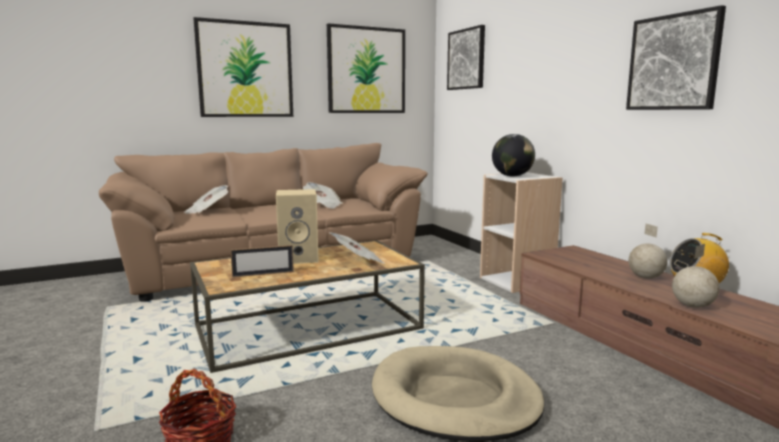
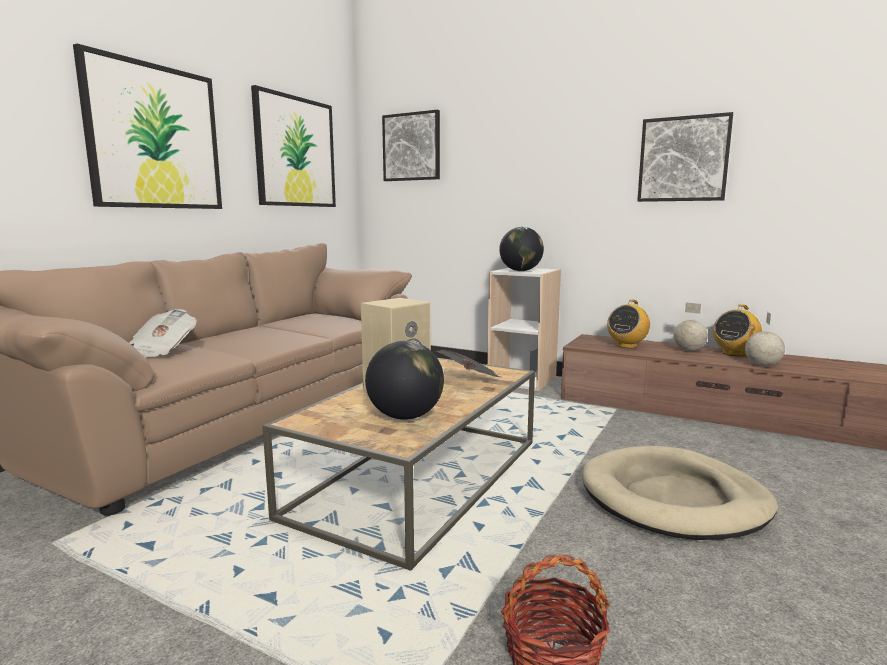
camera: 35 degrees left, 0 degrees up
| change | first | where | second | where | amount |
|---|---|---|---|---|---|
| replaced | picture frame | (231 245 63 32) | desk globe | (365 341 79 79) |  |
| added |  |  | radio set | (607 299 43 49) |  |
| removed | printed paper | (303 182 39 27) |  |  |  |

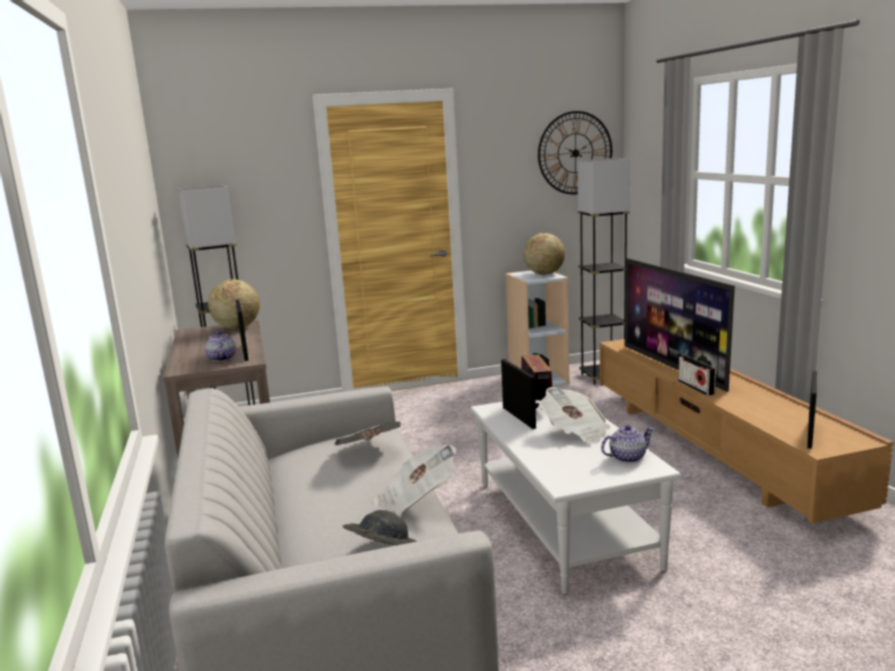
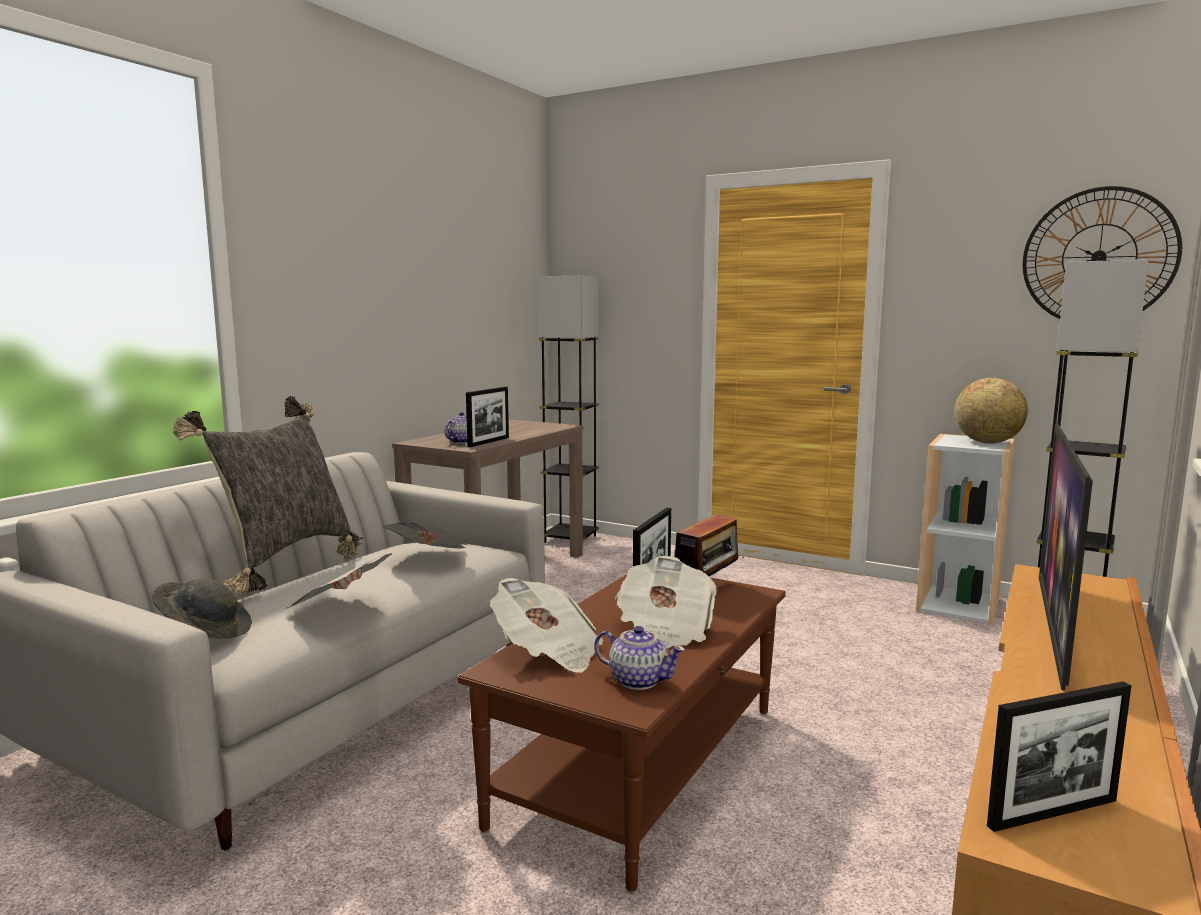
camera: 45 degrees right, 5 degrees down
| change | first | where | second | where | amount |
|---|---|---|---|---|---|
| added |  |  | cushion | (173 396 190 200) |  |
| recoloured | low table (white) | (471 400 210 195) | low table (brown-coloured) | (458 574 328 319) |  |
| added |  |  | printed paper | (490 578 114 95) |  |
| removed | desk globe | (208 279 52 50) |  |  |  |
| removed | radio set | (678 356 38 39) |  |  |  |

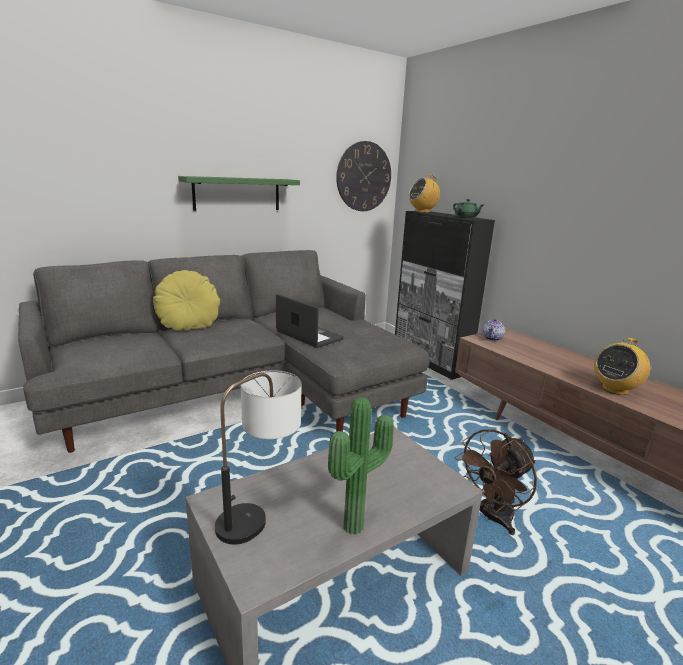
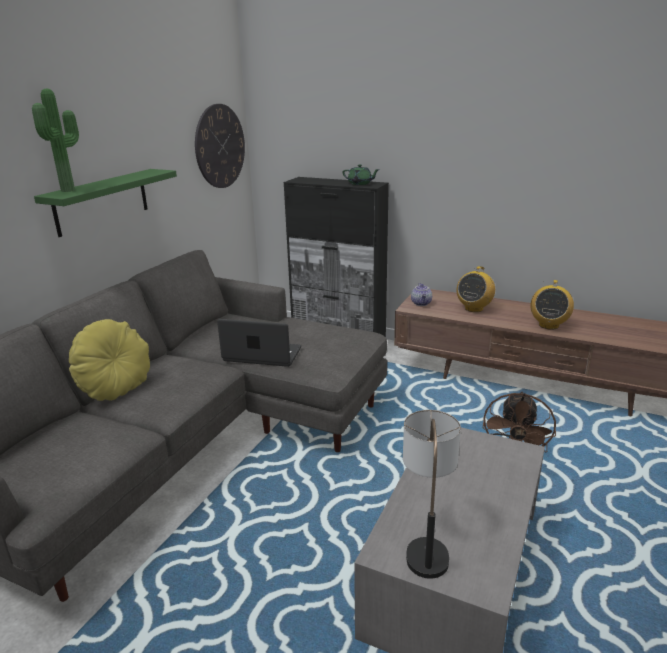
camera: 30 degrees left, 5 degrees up
| change | first | where | second | where | amount |
|---|---|---|---|---|---|
| moved | plant in a pot | (328 397 66 138) |  | (32 88 47 104) |  |
| moved | radio set | (408 175 32 38) |  | (457 266 38 46) |  |

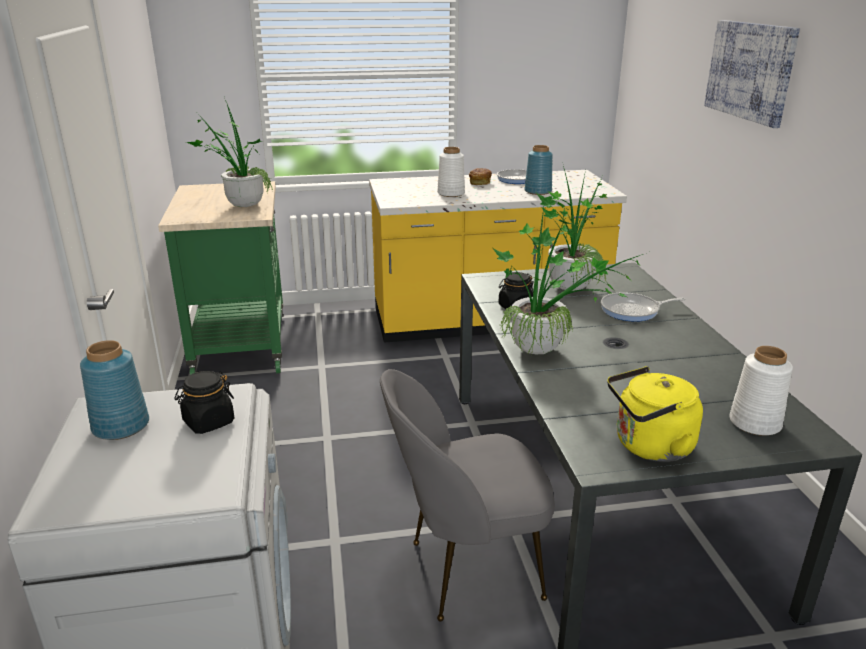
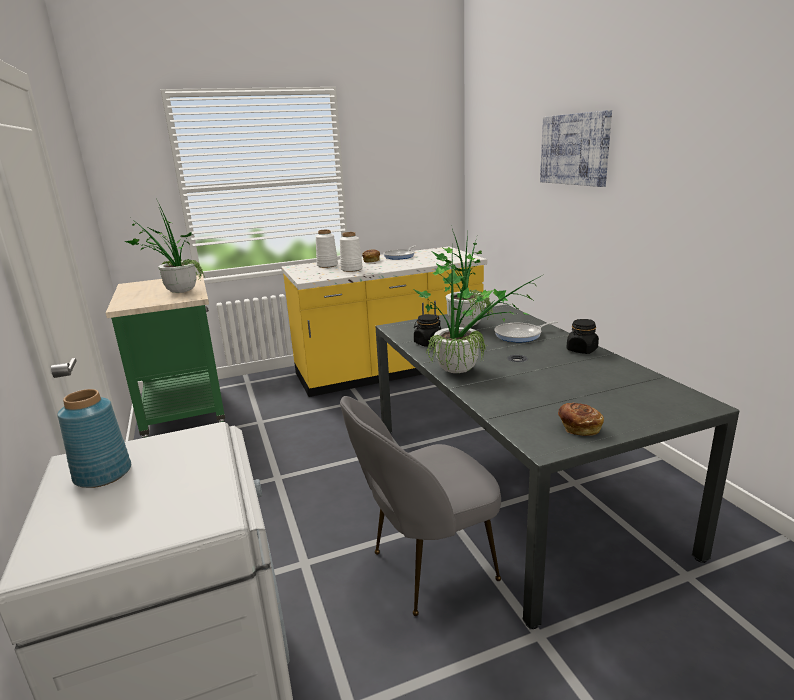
camera: 10 degrees left, 5 degrees down
| change | first | where | second | where | amount |
|---|---|---|---|---|---|
| moved | flower vase (white) | (729 346 64 90) |  | (316 229 22 39) |  |
| replaced | water kettle (yellow) | (607 366 96 96) | bakery bread | (558 403 46 33) |  |
| moved | preserve jar (black-coloured) | (174 371 60 63) |  | (566 319 33 35) |  |
| removed | flower vase (blue) | (524 145 29 50) |  |  |  |

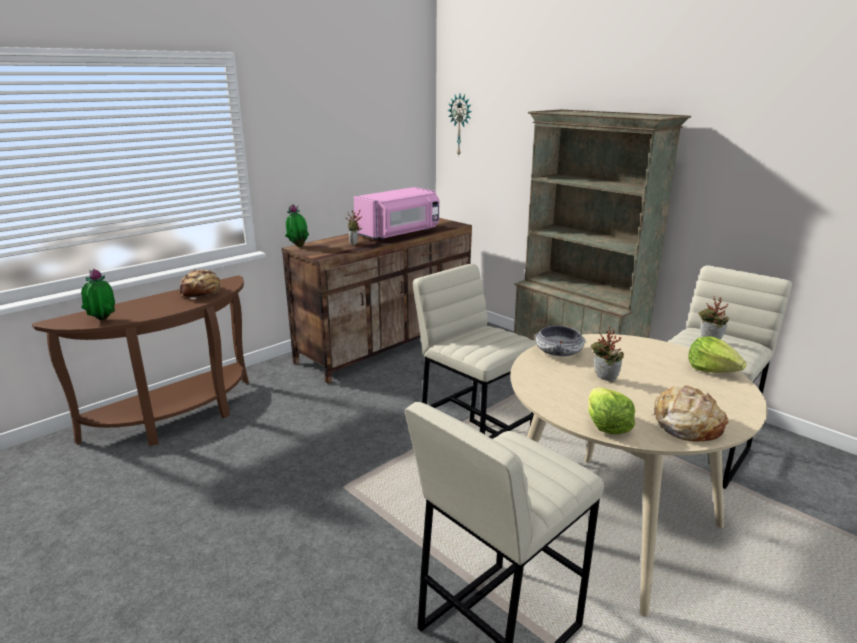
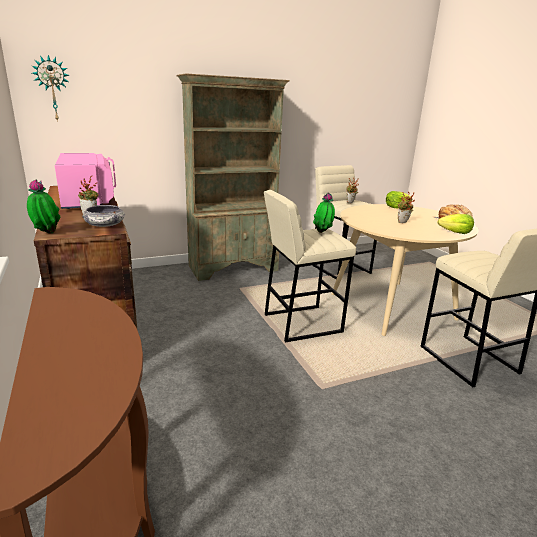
camera: 70 degrees left, 0 degrees up
| change | first | where | second | where | amount |
|---|---|---|---|---|---|
| moved | serving bowl | (534 326 52 31) |  | (82 205 43 22) |  |
| moved | plant in a pot | (81 269 34 51) |  | (313 193 22 40) |  |
| removed | bakery bread | (180 269 41 30) |  |  |  |

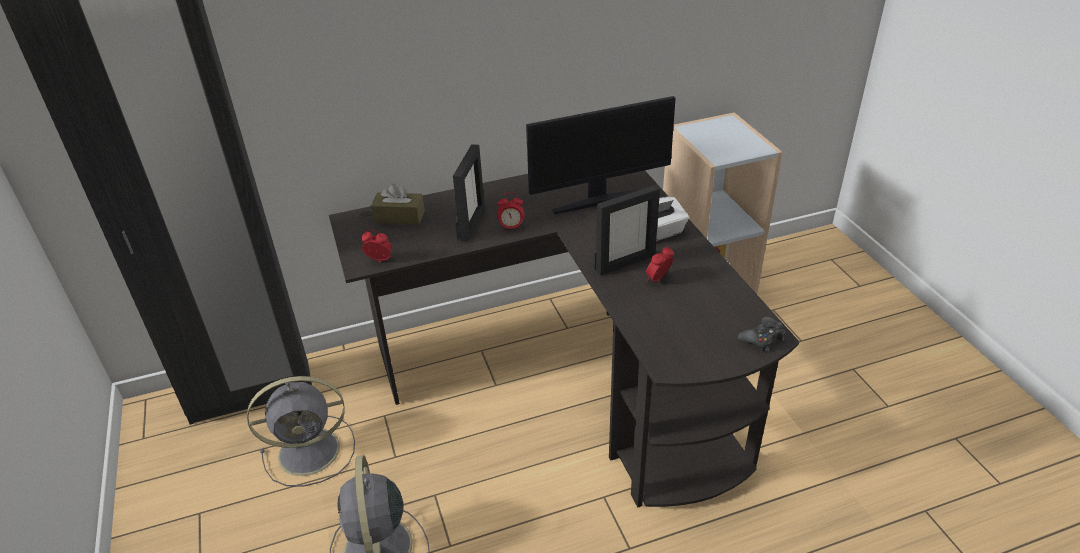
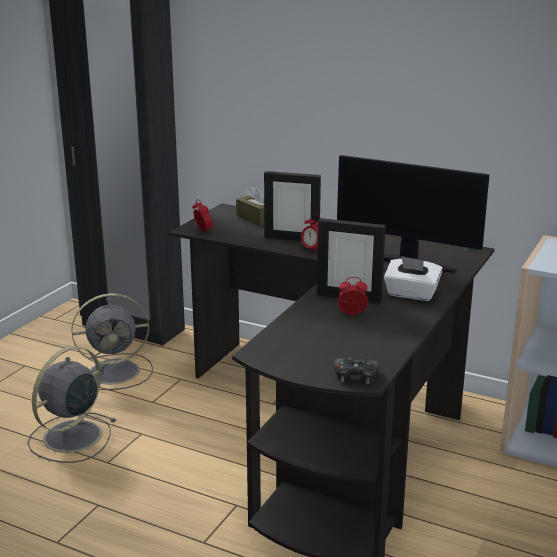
camera: 45 degrees right, 15 degrees down
| change | first | where | second | where | amount |
|---|---|---|---|---|---|
| turned | cooling fan (grey) | (247 376 108 111) |  | (71 293 82 97) | 45 degrees counterclockwise |
| turned | picture frame | (453 144 32 98) |  | (264 171 57 70) | 45 degrees clockwise |

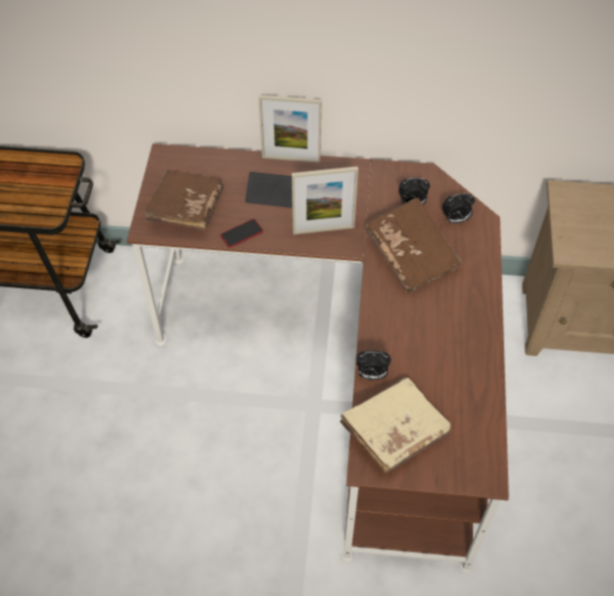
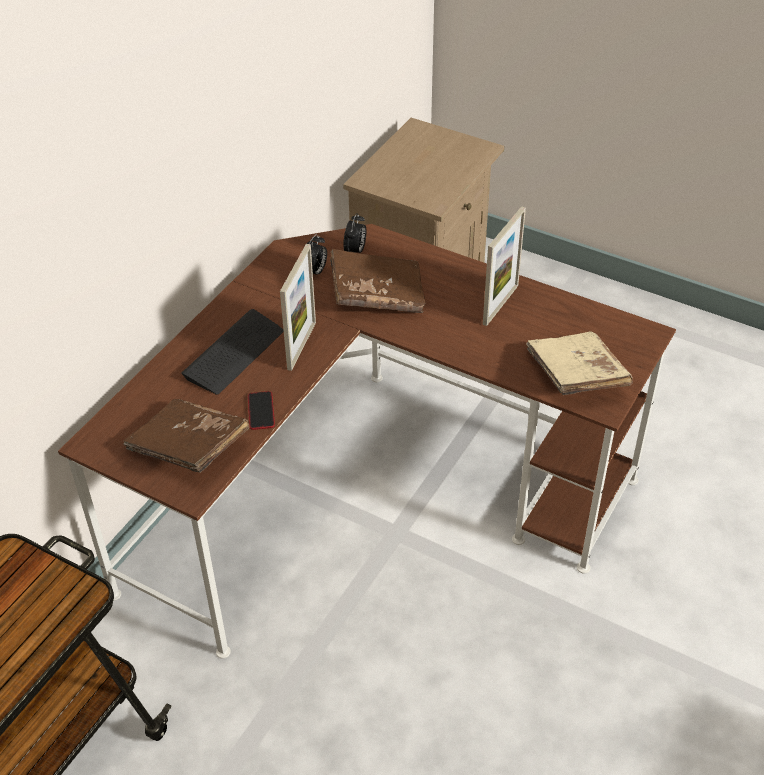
camera: 65 degrees left, 10 degrees down
| change | first | where | second | where | amount |
|---|---|---|---|---|---|
| moved | picture frame | (259 95 62 68) |  | (483 206 43 120) |  |
| removed | table clock | (356 351 35 29) |  |  |  |

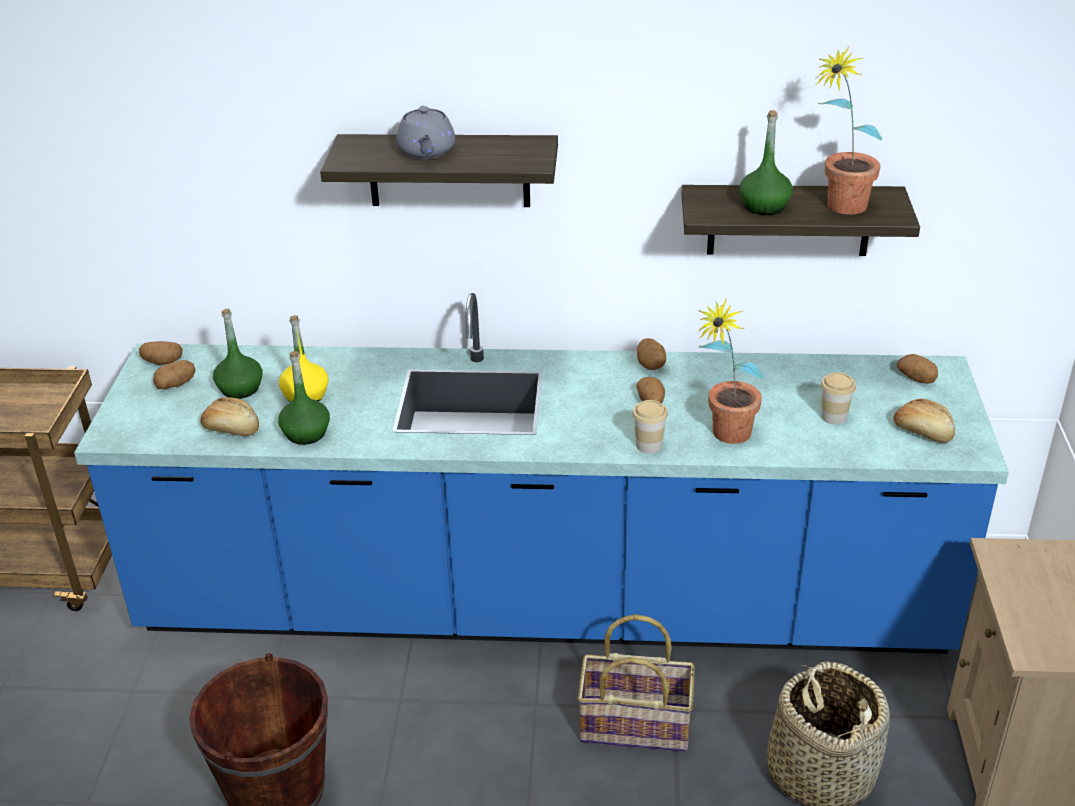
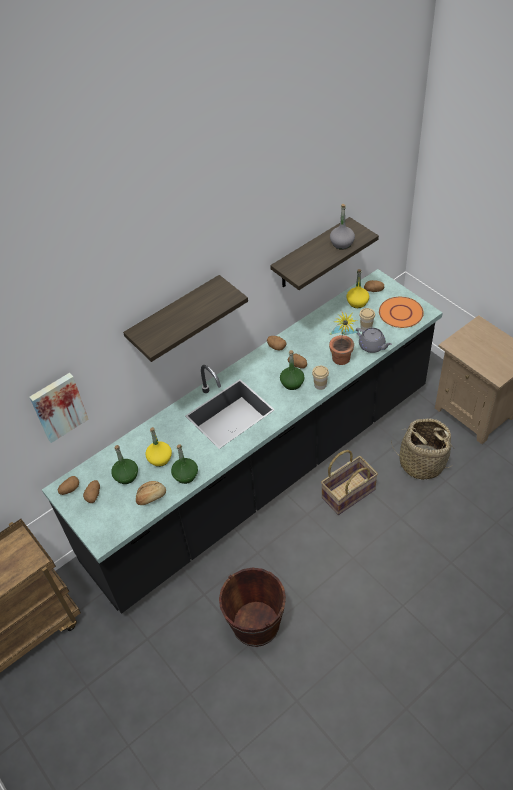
camera: 40 degrees left, 15 degrees up
| change | first | where | second | where | amount |
|---|---|---|---|---|---|
| added |  |  | wall picture | (29 373 60 70) |  |
| recoloured | kitchen counter (blue) | (74 293 935 361) | kitchen counter (black-coloured) | (42 269 400 345) |  |
| moved | beverage bottle (green) | (739 110 54 105) |  | (280 350 25 40) |  |
| replaced | plant in a pot | (816 46 66 169) | beverage bottle (grey) | (330 204 25 46) |  |
| added |  |  | beverage bottle (yellow) | (347 269 22 39) |  |
| moved | pot for tea (grey) | (396 106 59 53) |  | (356 328 36 25) |  |
| replaced | bakery bread | (894 398 61 45) | plate (orangey) | (379 297 45 31) |  |

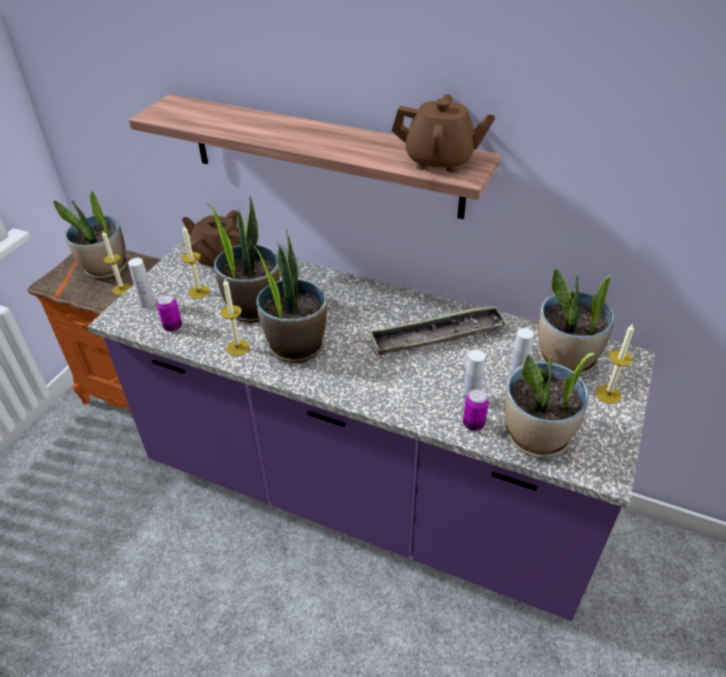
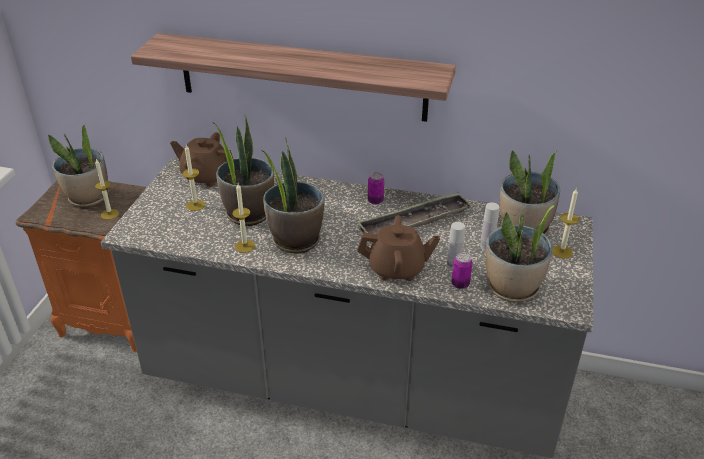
camera: 10 degrees left, 5 degrees down
| change | first | where | second | where | amount |
|---|---|---|---|---|---|
| recoloured | kitchen counter (purple) | (87 235 568 386) | kitchen counter (grey) | (101 158 492 300) |  |
| moved | pot for tea (brown-coloured) | (392 94 103 79) |  | (357 215 83 66) |  |
| moved | metal can | (157 294 25 38) |  | (368 172 16 33) |  |
| removed | beverage bottle (white) | (128 258 27 51) |  |  |  |

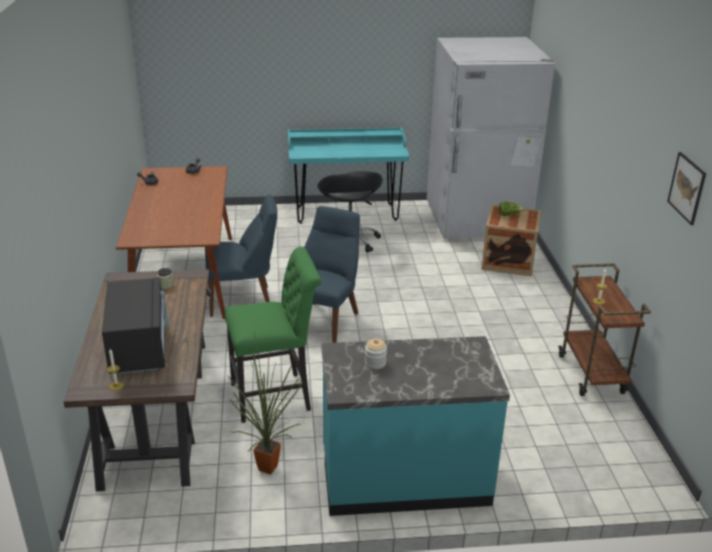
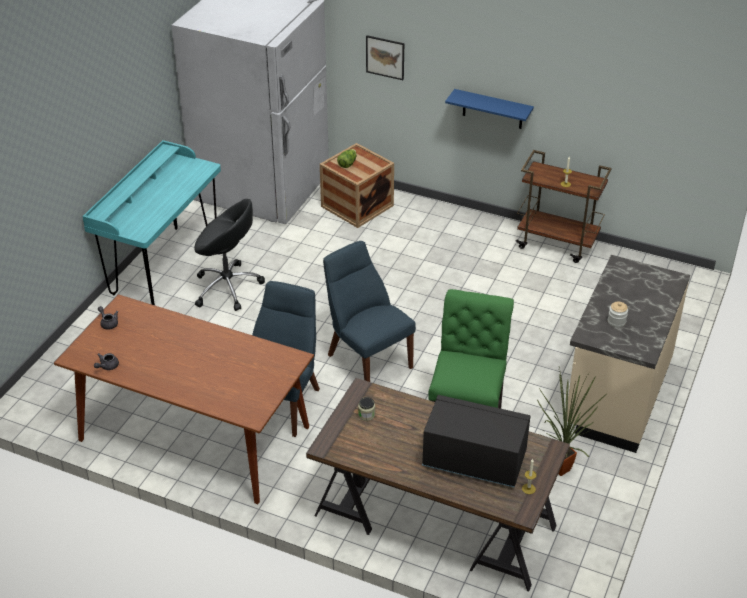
camera: 60 degrees left, 10 degrees up
| change | first | where | second | where | amount |
|---|---|---|---|---|---|
| moved | wall picture | (667 152 39 73) |  | (366 35 38 45) |  |
| added |  |  | wall shelf (blue) | (445 89 89 40) |  |
| recoloured | kitchen counter (blue-green) | (321 336 189 180) | kitchen counter (beige) | (567 255 123 198) |  |

